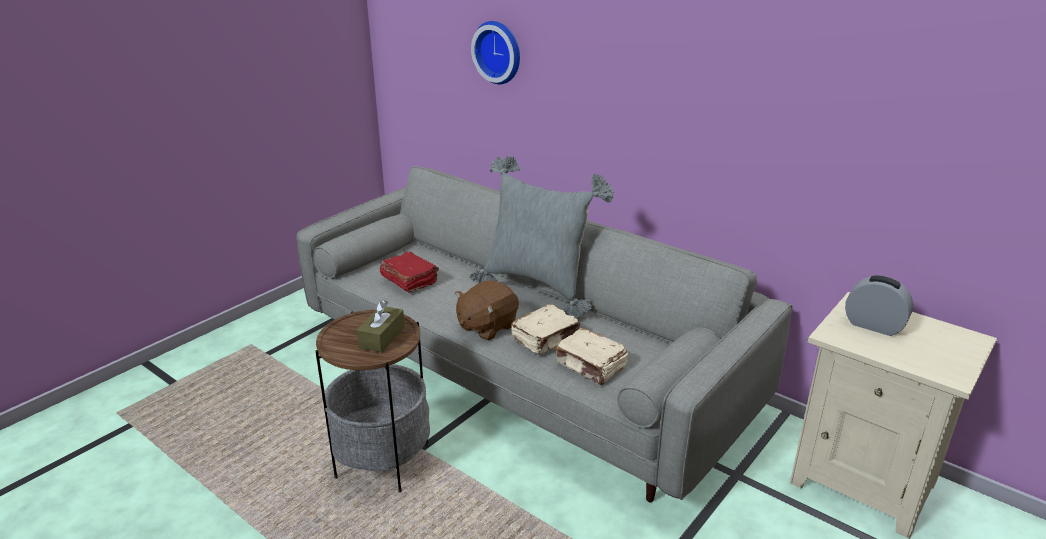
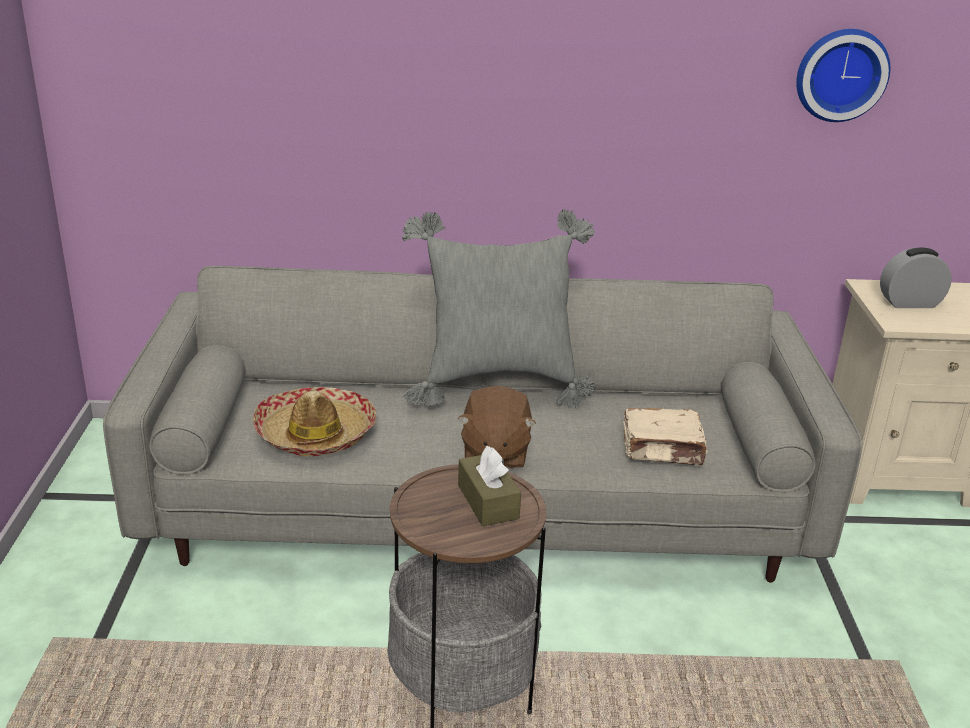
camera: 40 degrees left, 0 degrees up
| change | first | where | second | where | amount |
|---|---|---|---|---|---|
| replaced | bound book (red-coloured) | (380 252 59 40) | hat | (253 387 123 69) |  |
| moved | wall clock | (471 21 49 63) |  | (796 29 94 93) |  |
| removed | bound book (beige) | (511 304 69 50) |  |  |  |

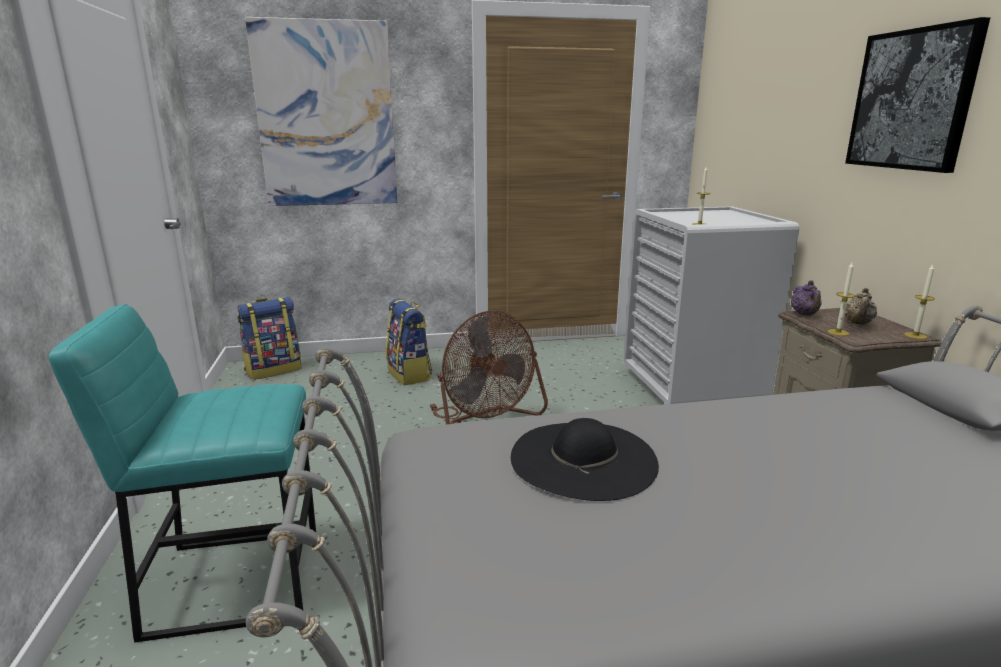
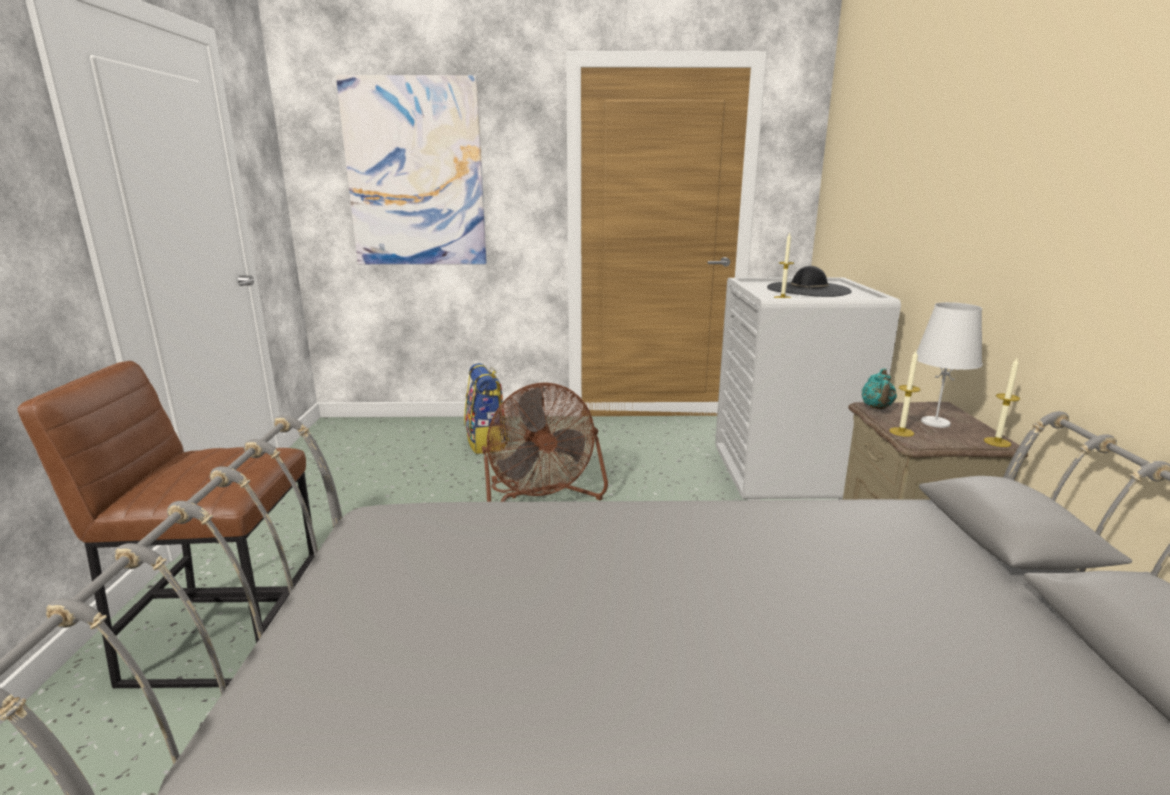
camera: 10 degrees right, 0 degrees up
| change | first | where | second | where | amount |
|---|---|---|---|---|---|
| recoloured | chair (blue-green) | (49 304 267 338) | chair (brown-coloured) | (18 361 297 327) |  |
| moved | hat (black-coloured) | (511 418 148 83) |  | (767 266 85 31) |  |
| recoloured | pot for tea (purple) | (791 280 31 36) | pot for tea (blue-green) | (861 368 36 41) |  |
| replaced | pot for tea (beige) | (845 288 32 37) | lamp for a table (white) | (917 302 66 126) |  |
| removed | knapsack | (237 297 64 83) |  |  |  |
| removed | wall picture | (845 17 145 156) |  |  |  |

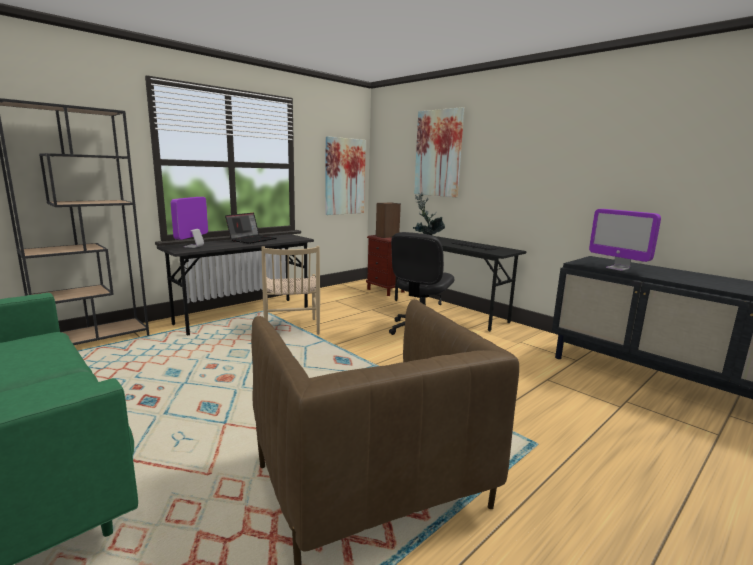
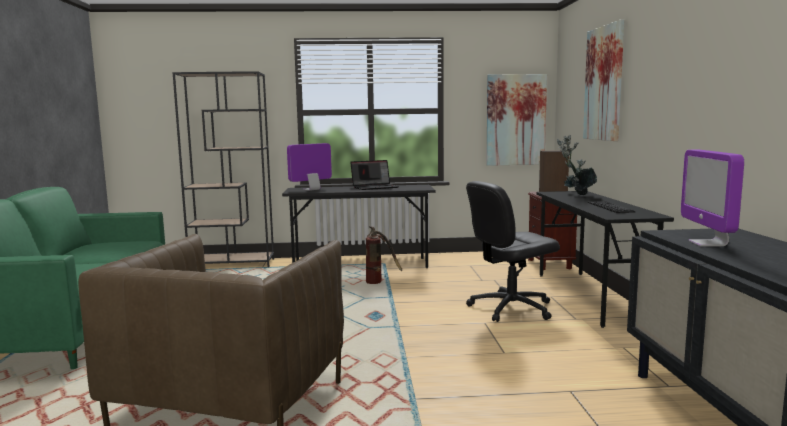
camera: 40 degrees right, 5 degrees down
| change | first | where | second | where | amount |
|---|---|---|---|---|---|
| replaced | chair (beige) | (261 246 59 89) | fire extinguisher | (366 226 36 58) |  |

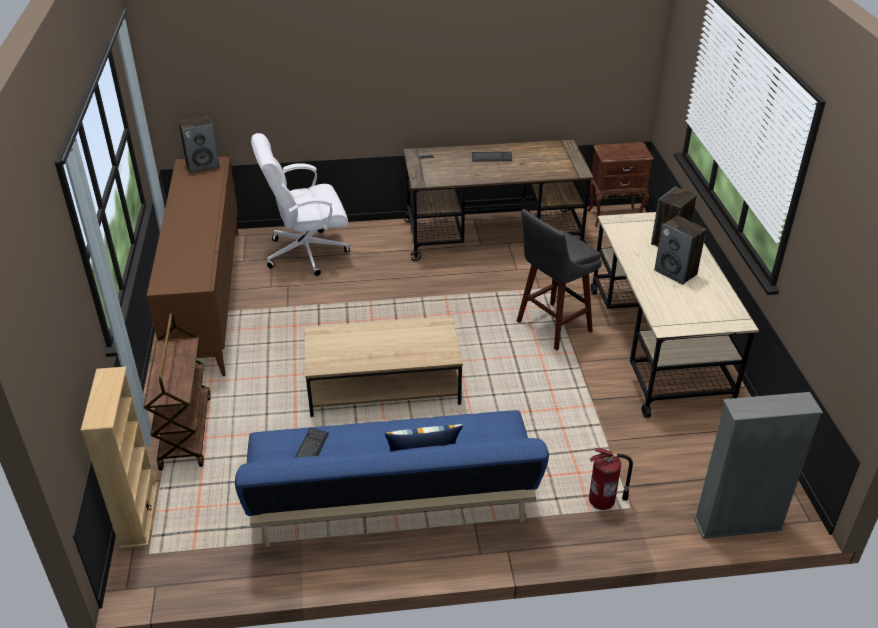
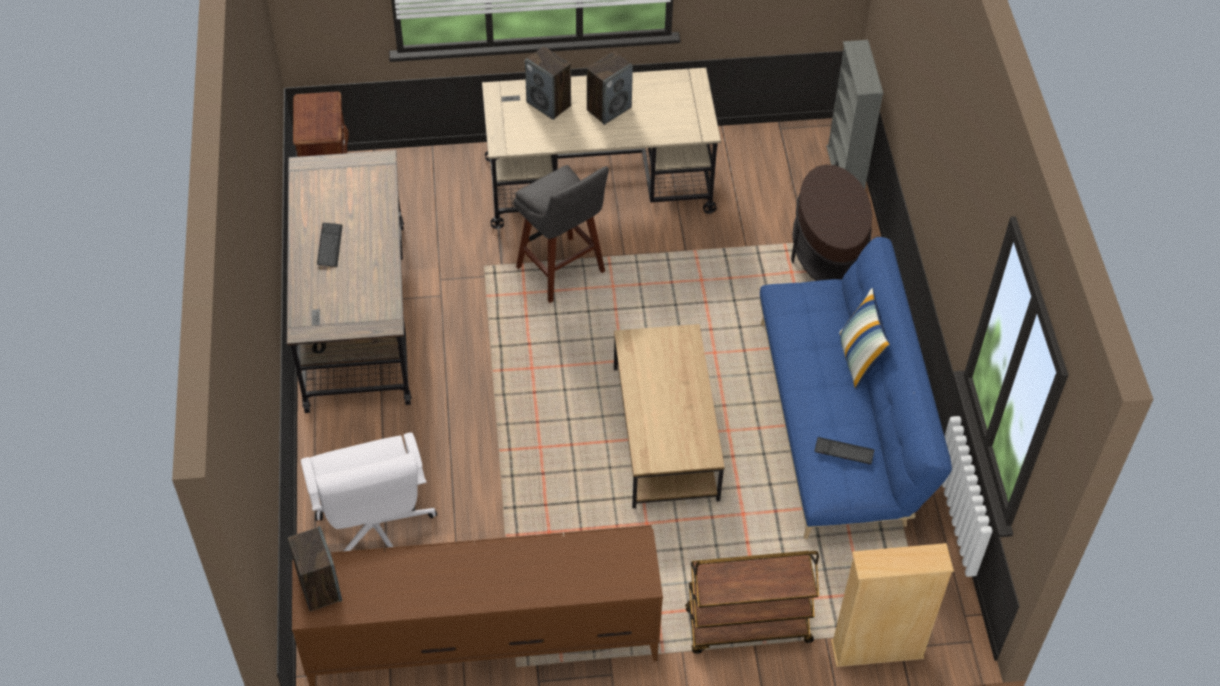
camera: 90 degrees left, 15 degrees up
| change | first | where | second | where | amount |
|---|---|---|---|---|---|
| replaced | fire extinguisher | (589 448 44 62) | side table (brown-coloured) | (791 164 81 117) |  |

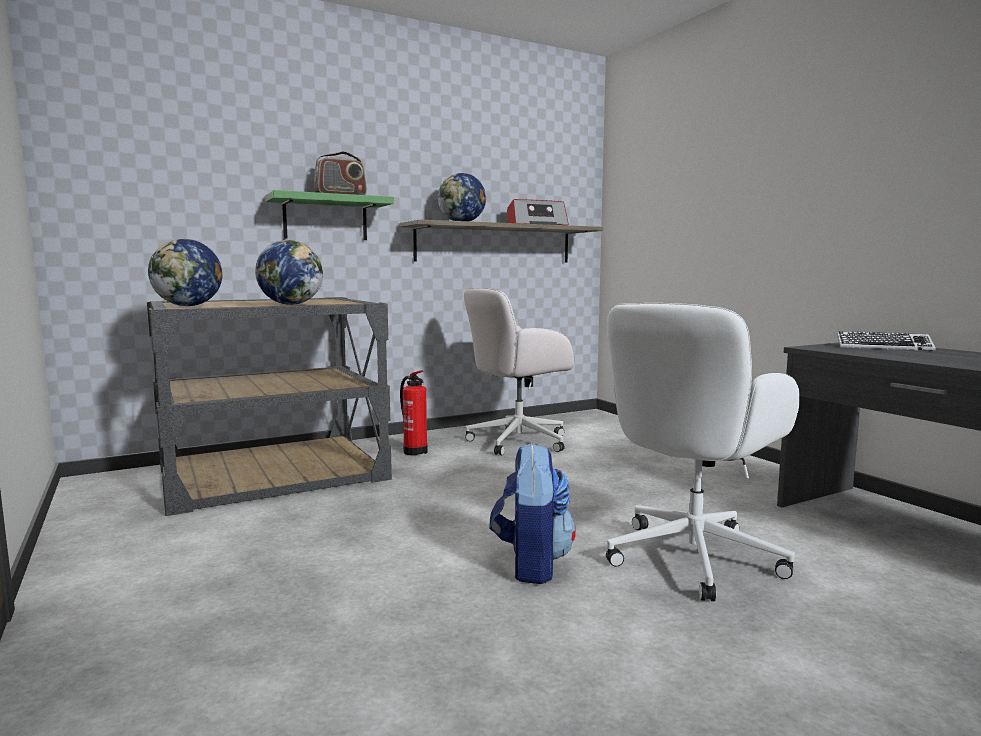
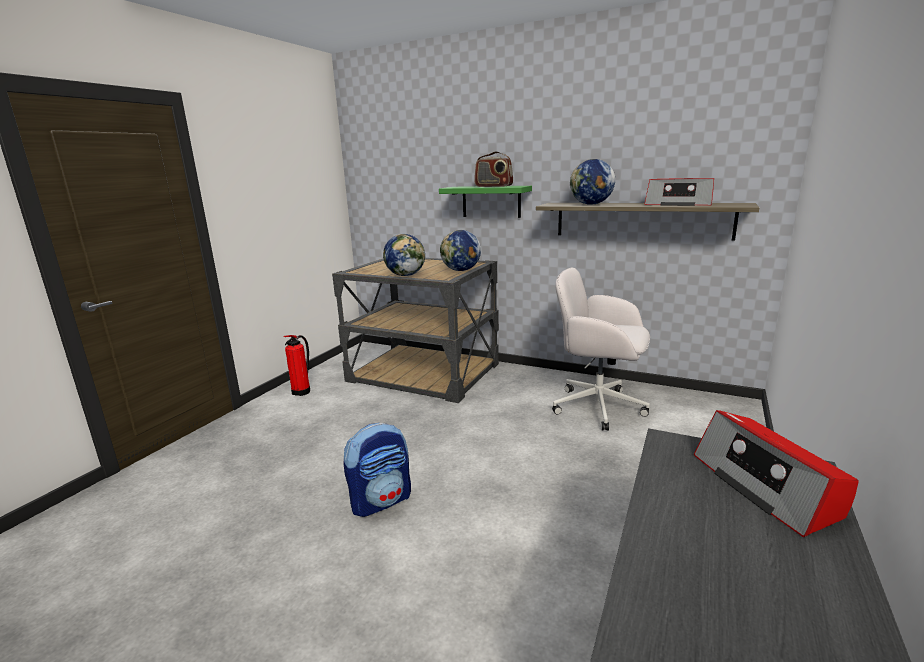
camera: 55 degrees right, 10 degrees up
| change | first | where | second | where | amount |
|---|---|---|---|---|---|
| moved | fire extinguisher | (400 370 28 86) |  | (284 335 26 61) |  |
| moved | desk globe | (148 239 74 67) |  | (440 230 41 41) |  |
| replaced | keyboard | (837 331 99 20) | radio set | (694 410 165 127) |  |
| removed | computer chair (white) | (606 303 194 298) |  |  |  |

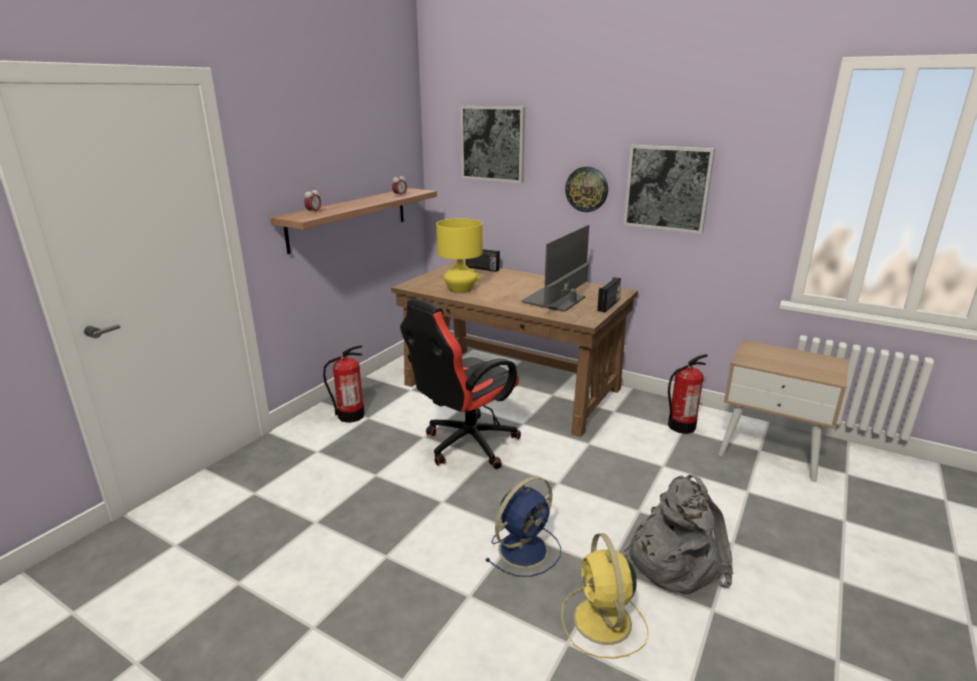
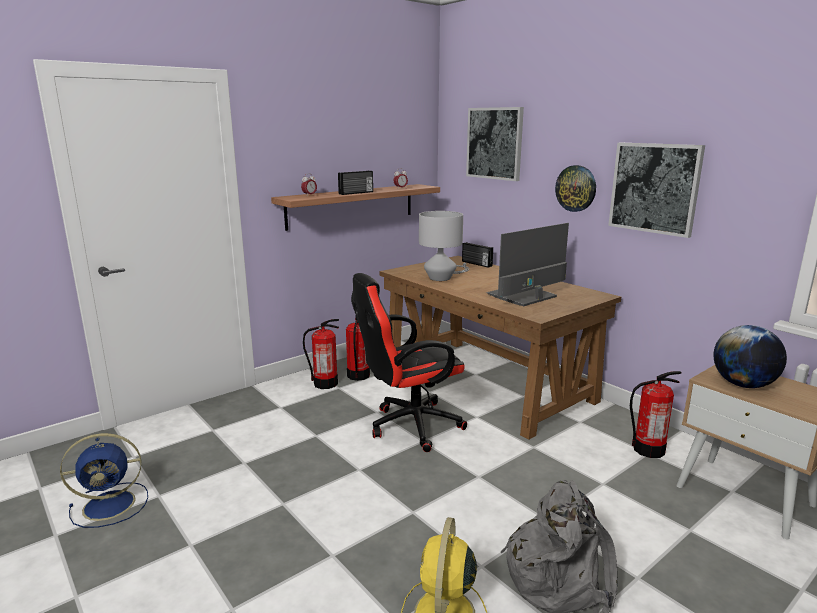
camera: 20 degrees right, 5 degrees down
| change | first | where | second | where | amount |
|---|---|---|---|---|---|
| moved | cooling fan (blue) | (485 476 76 101) |  | (60 433 88 95) |  |
| moved | radio set | (597 277 24 35) |  | (338 171 35 24) |  |
| added |  |  | fire extinguisher | (346 316 24 65) |  |
| recoloured | lamp for a table (yellow) | (436 218 47 75) | lamp for a table (grey) | (419 211 51 70) |  |
| added |  |  | desk globe | (713 325 74 63) |  |

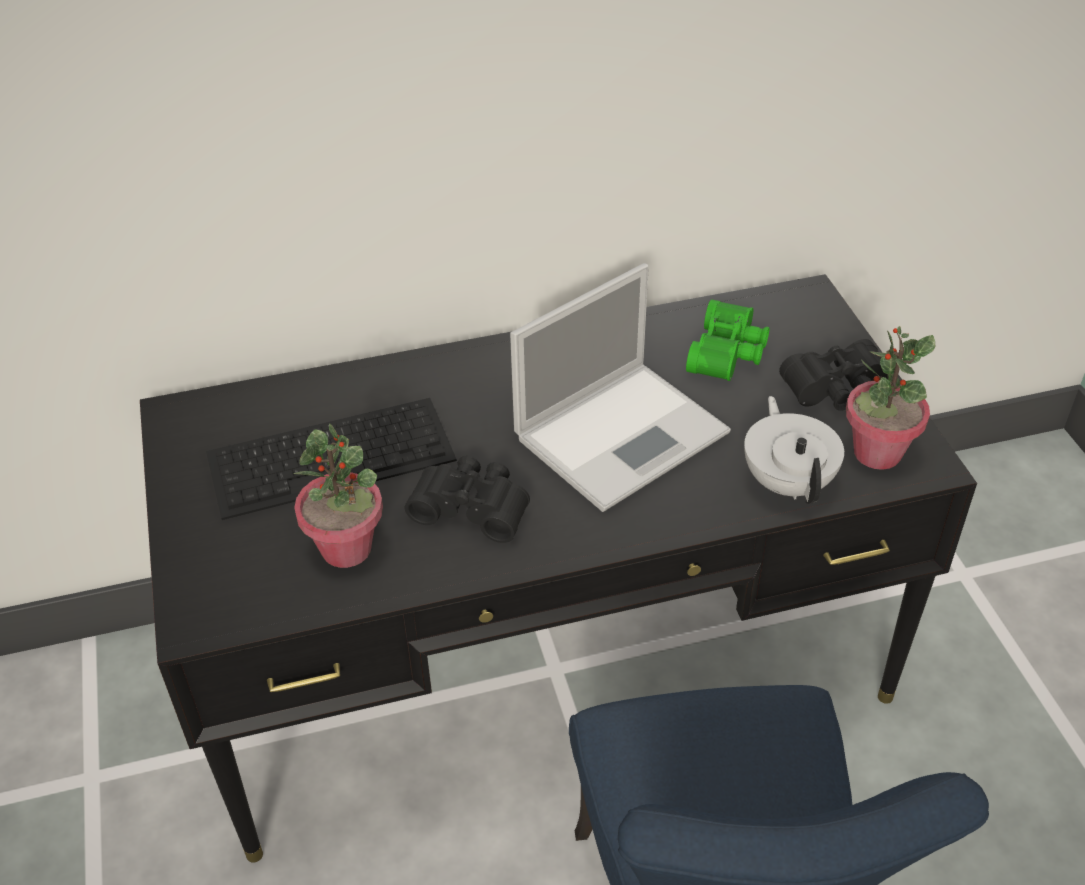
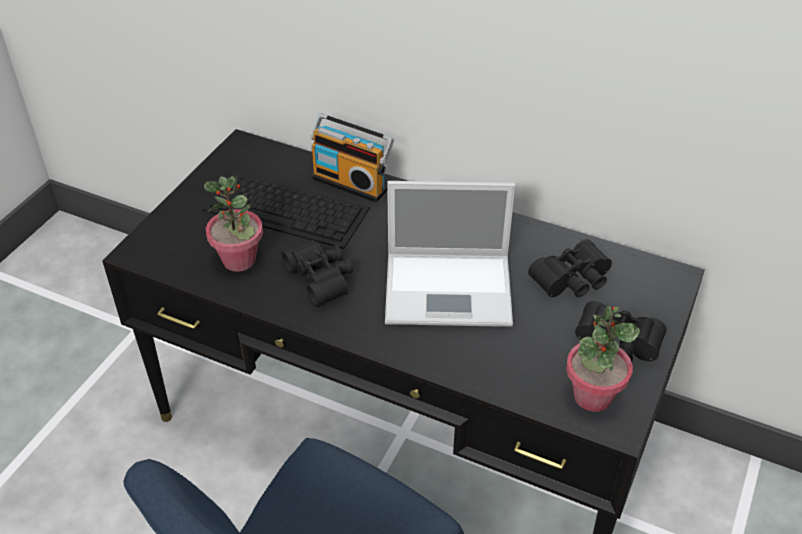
camera: 40 degrees right, 0 degrees up
| change | first | where | second | where | amount |
|---|---|---|---|---|---|
| added |  |  | radio set | (310 113 84 90) |  |
| recoloured | field glasses (green) | (686 299 83 82) | field glasses (black-coloured) | (528 239 84 59) |  |
| removed | pot for tea (white) | (744 396 100 108) |  |  |  |

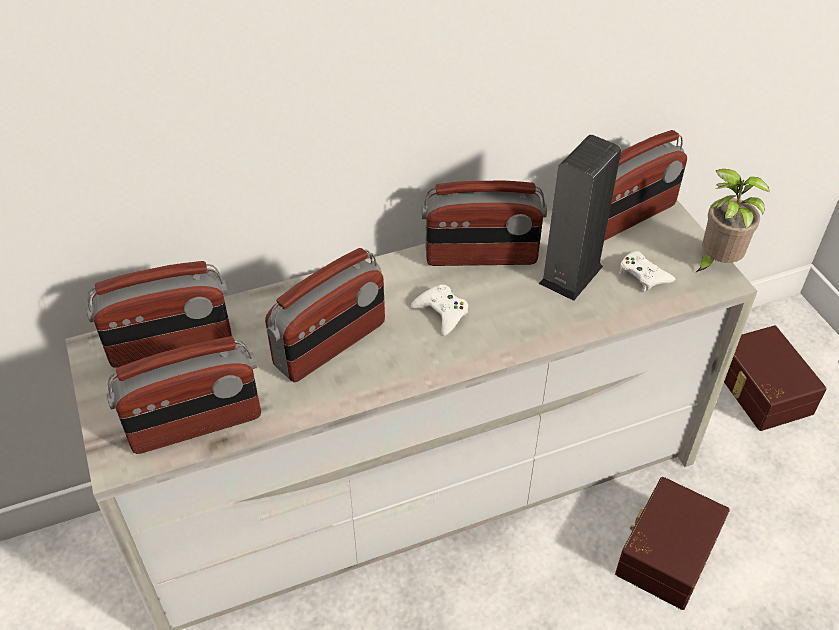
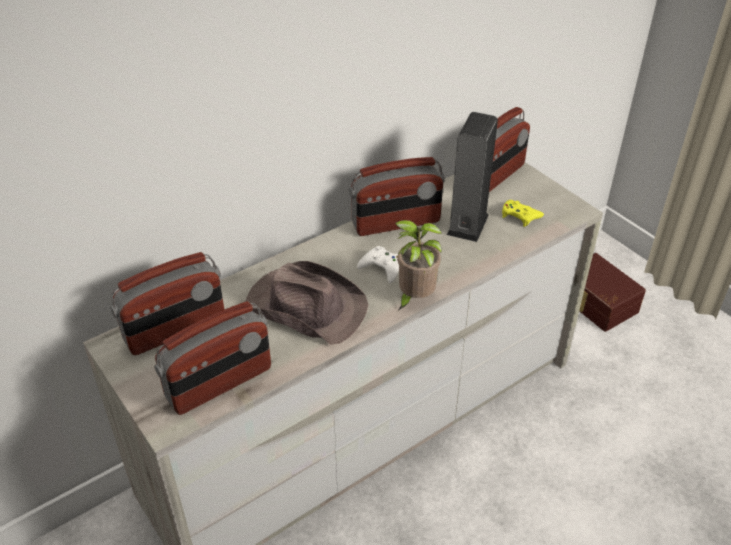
camera: 15 degrees left, 5 degrees down
| change | first | where | second | where | amount |
|---|---|---|---|---|---|
| replaced | radio set | (265 248 120 134) | hat (brown-coloured) | (245 261 123 84) |  |
| moved | plant in a pot | (695 169 75 104) |  | (395 220 47 90) |  |
| recoloured | joypad (white) | (619 251 56 41) | joypad (yellow) | (502 200 42 27) |  |
| removed | storage box (brown-coloured) | (615 477 115 133) |  |  |  |

